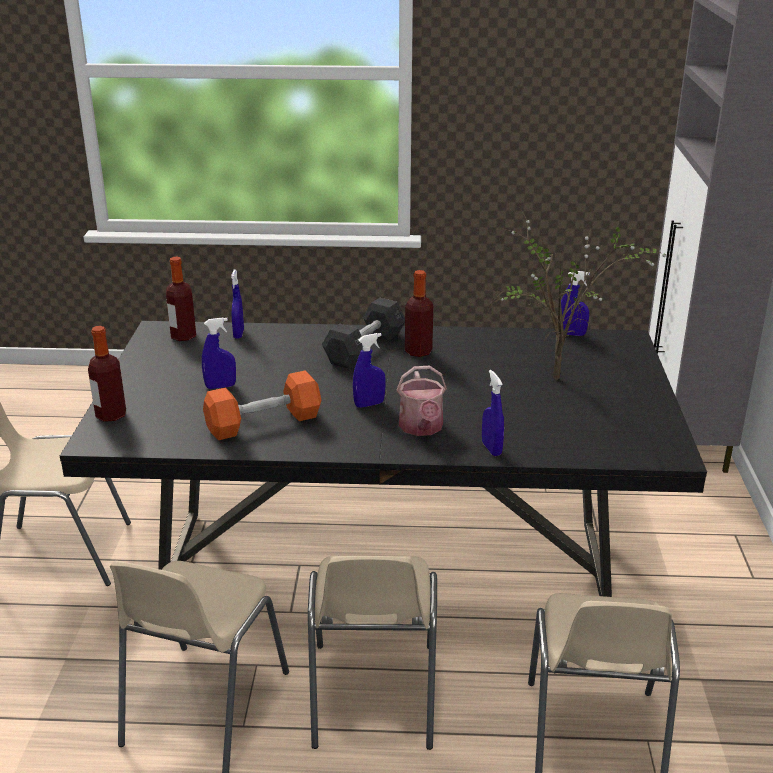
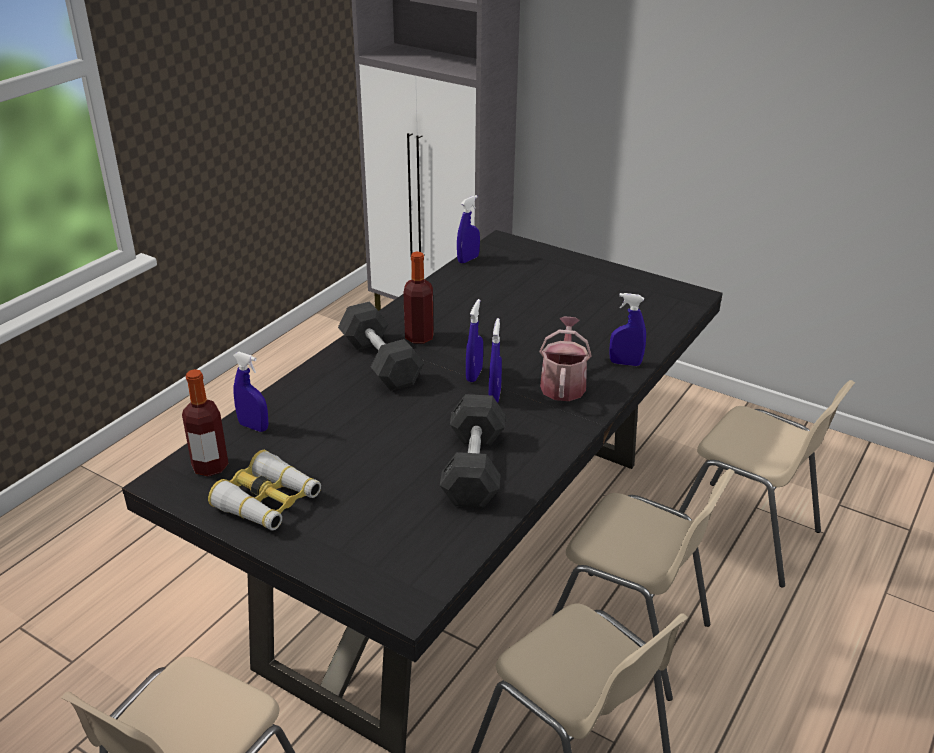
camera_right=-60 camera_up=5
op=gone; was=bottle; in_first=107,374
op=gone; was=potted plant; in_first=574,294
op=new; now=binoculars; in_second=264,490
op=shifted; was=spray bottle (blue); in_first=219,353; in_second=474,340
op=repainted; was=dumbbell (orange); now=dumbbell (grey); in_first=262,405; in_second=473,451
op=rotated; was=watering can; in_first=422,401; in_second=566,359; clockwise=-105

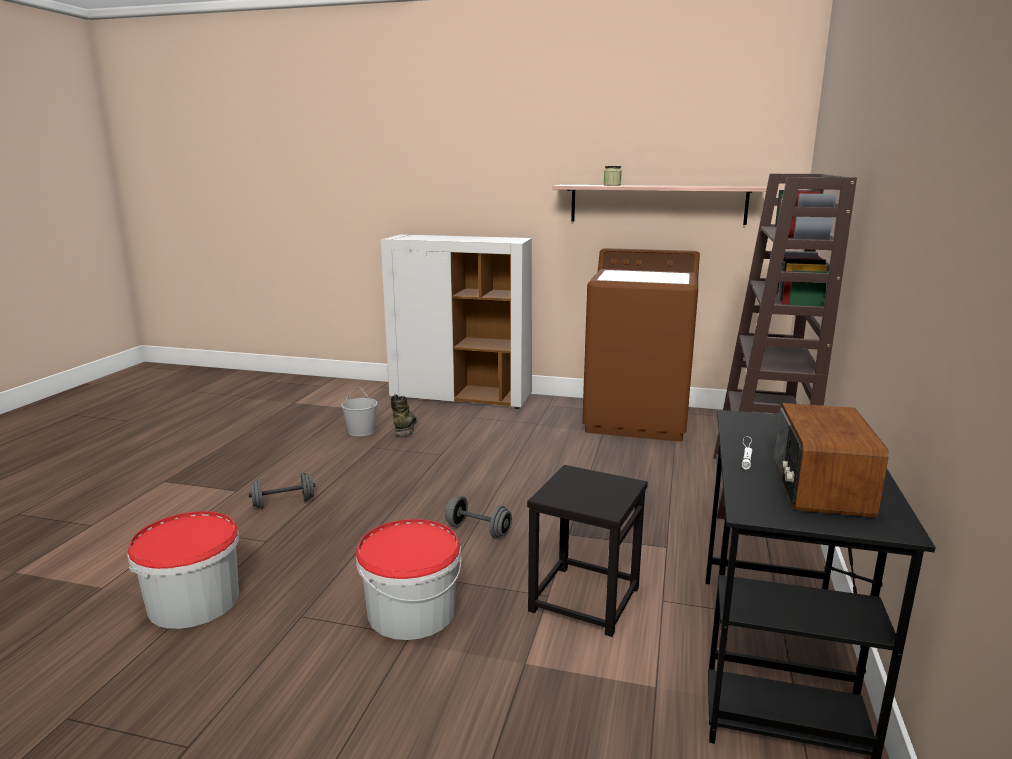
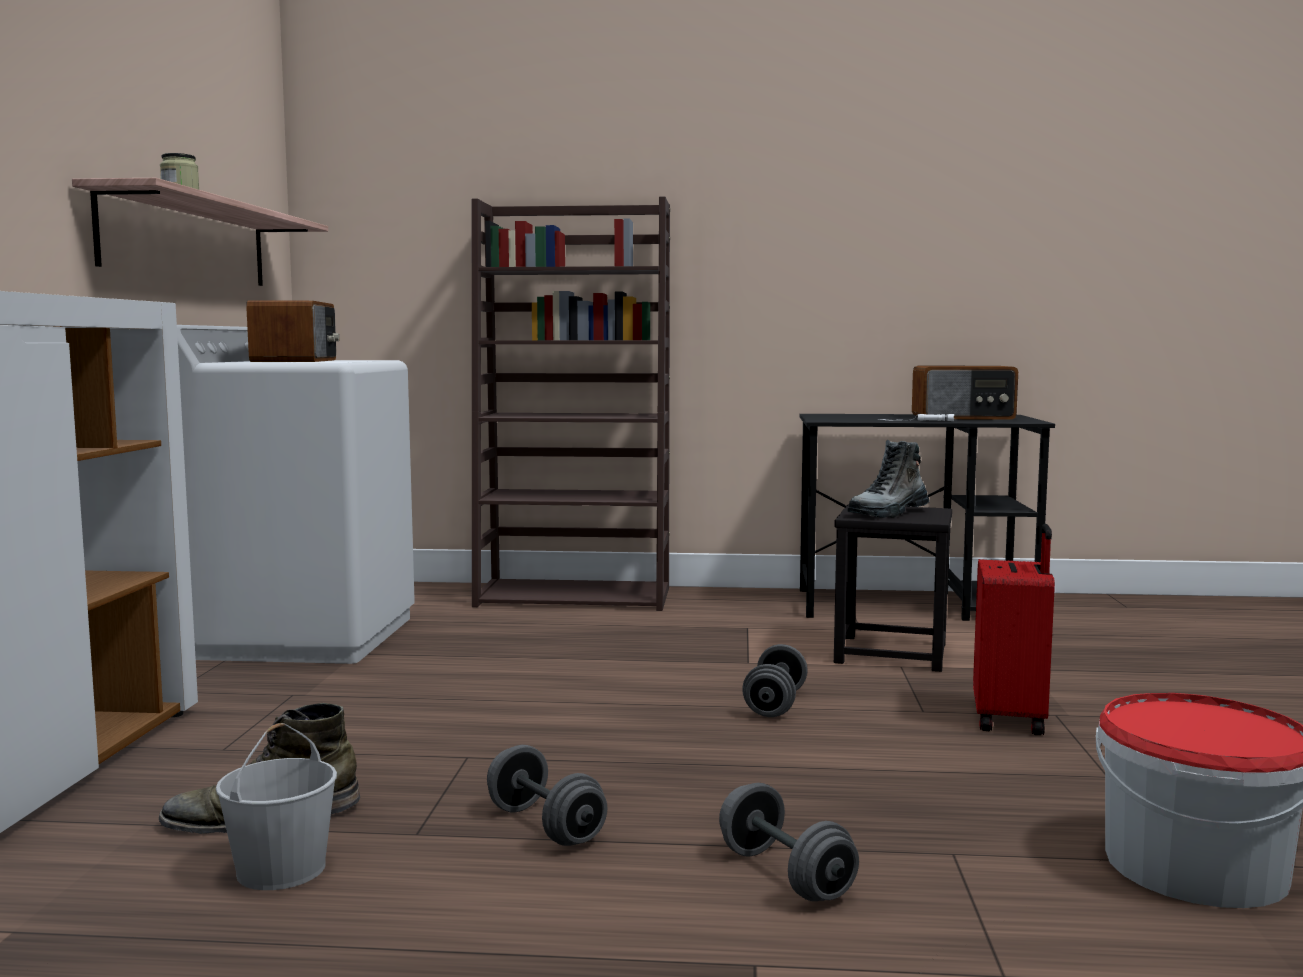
camera_right=-100 camera_up=-10
op=new; now=radio; in_second=293,331
op=new; now=dumbbell (grey); in_second=547,795
op=new; now=boot; in_second=888,479
op=swapped; was=bucket; now=suitcase (red); in_first=408,579; in_second=1014,629
op=repainted; was=washing machine (brown); now=washing machine (white); in_first=641,345; in_second=296,494

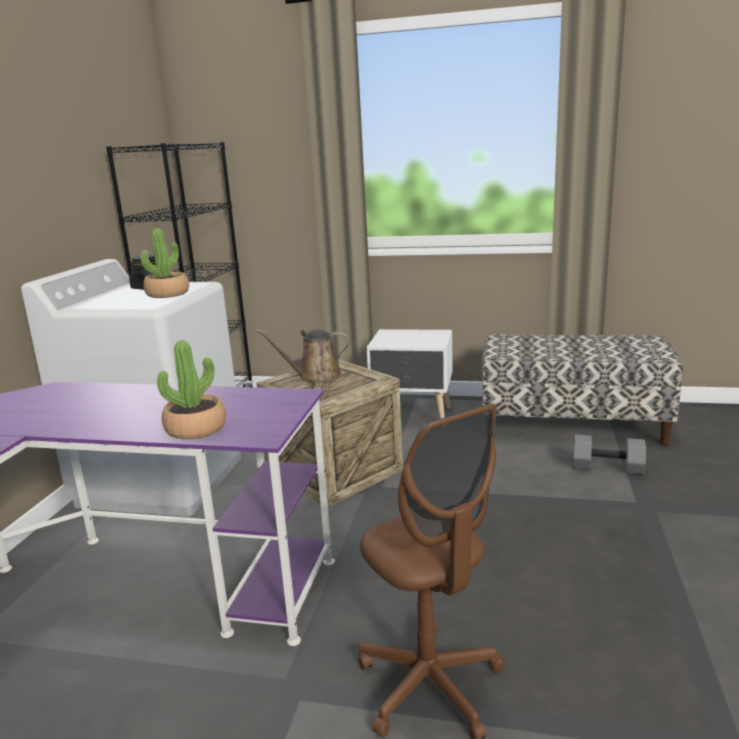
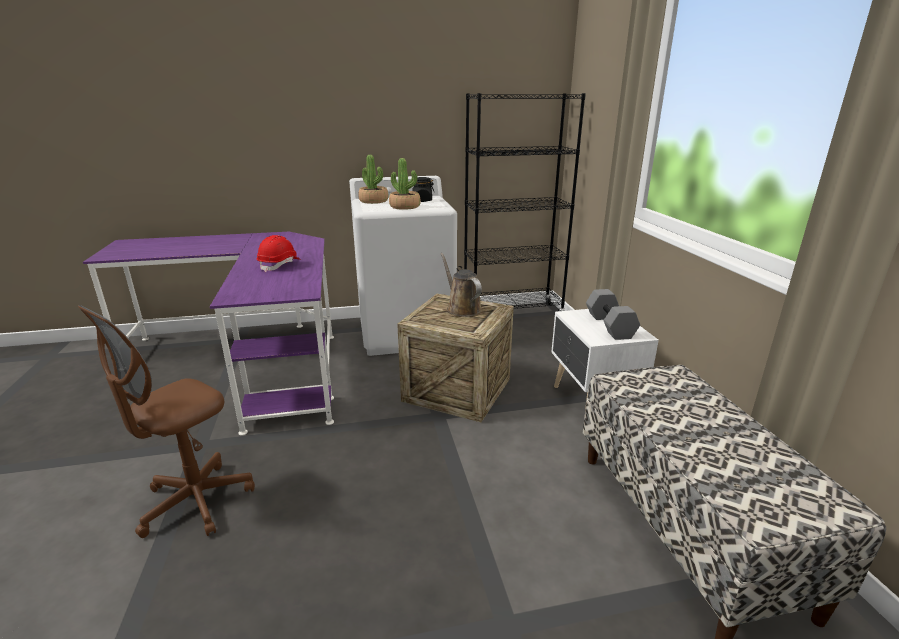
camera_right=65 camera_up=5
op=new; now=hard hat (red); in_second=279,253
op=shifted; was=potted plant; in_first=191,389; in_second=373,179
op=shifted; was=dumbbell (grey); in_first=609,454; in_second=613,314

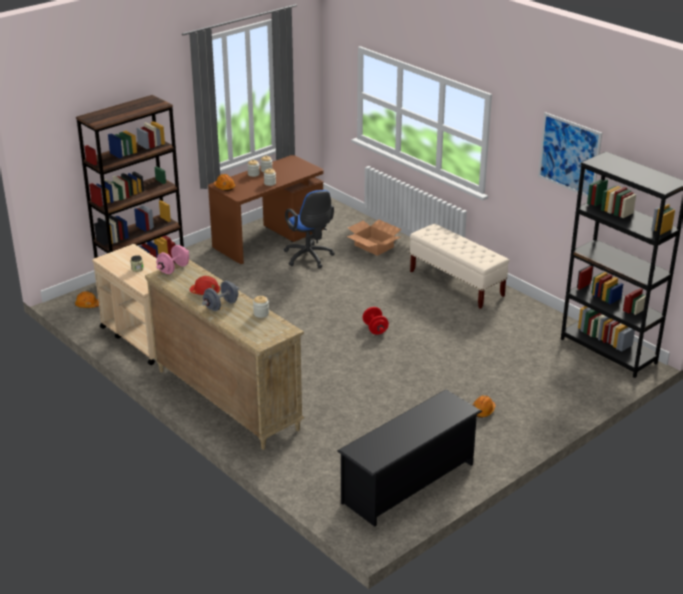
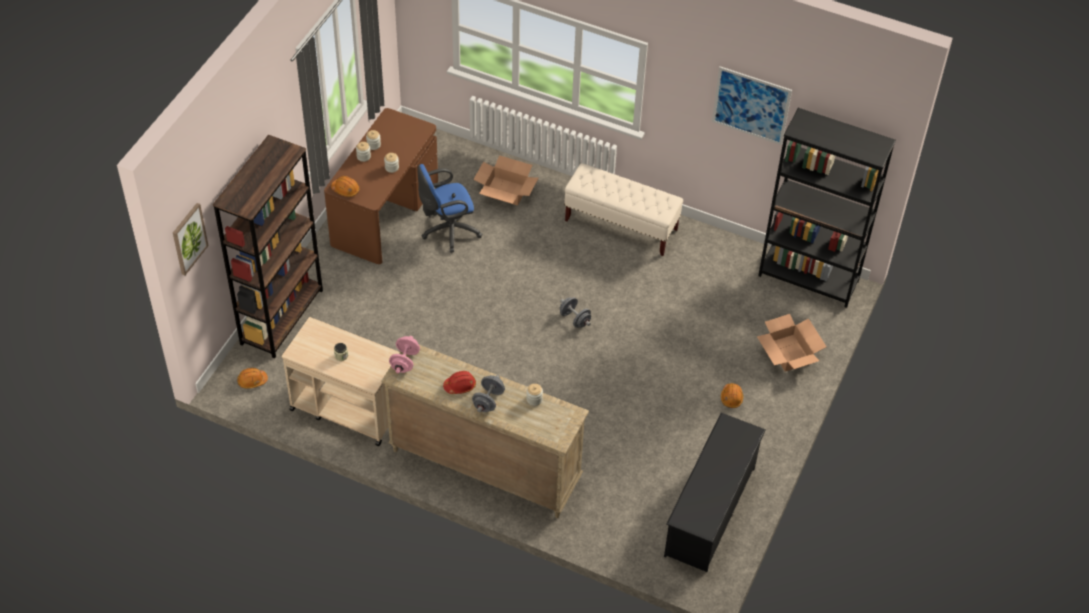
camera_right=-25 camera_up=20
op=new; now=picture; in_second=191,239
op=new; now=cardboard box; in_second=792,343
op=repainted; was=dumbbell (red); now=dumbbell (grey); in_first=376,321; in_second=575,312
op=rotated; was=office chair (blue); in_first=309,229; in_second=449,208; clockwise=120

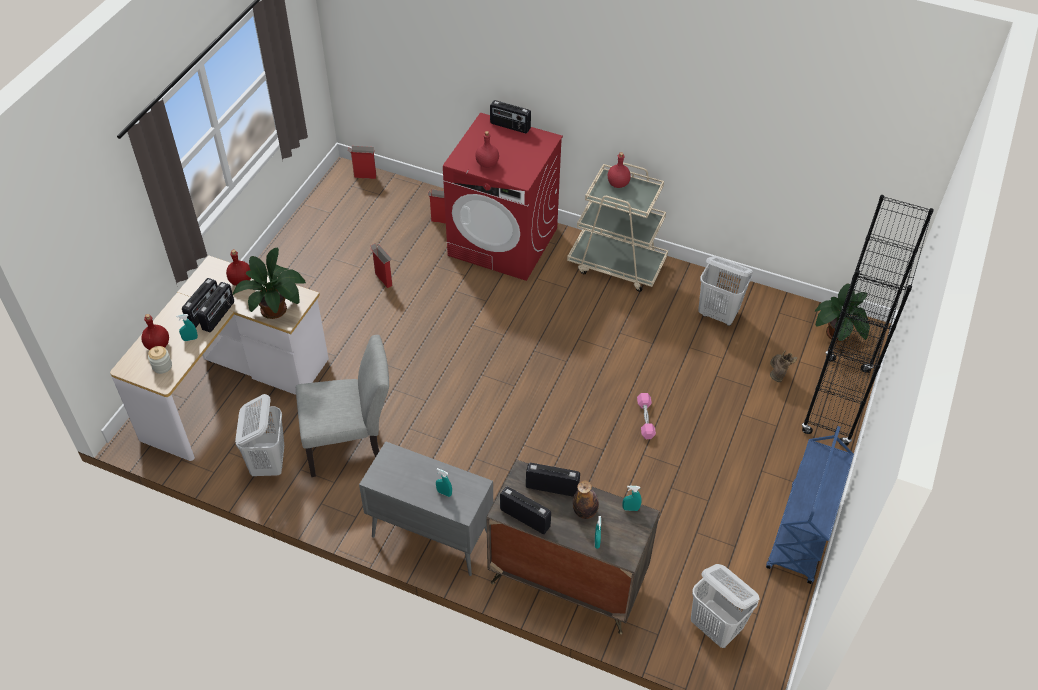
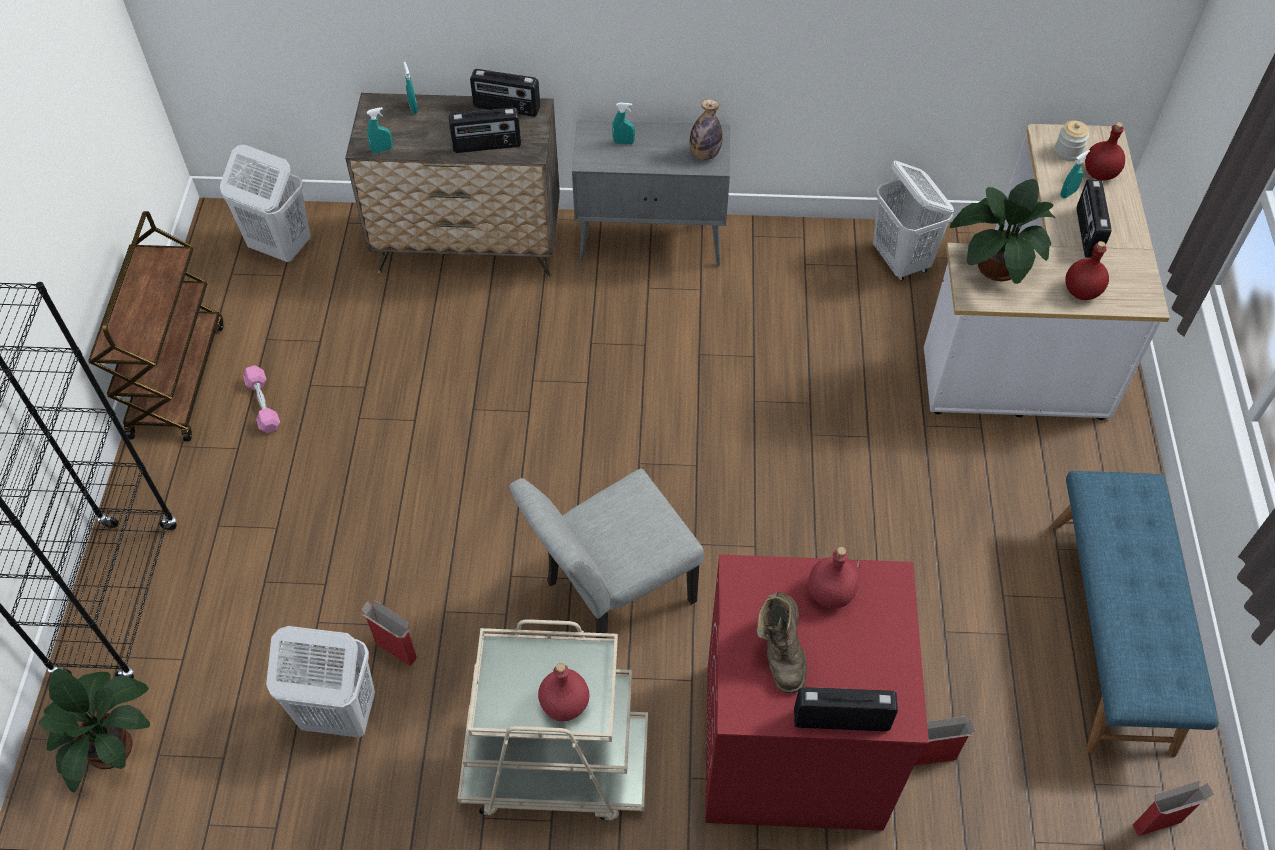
camera_right=160 camera_up=5
op=gone; was=radio; in_first=215,307
op=new; now=bench (blue); in_second=1135,614
op=shifted; was=chair (grey); in_first=342,406; in_second=606,553
op=shifted; was=cardboard box; in_first=381,266; in_second=389,633
op=shifted; was=bottle; in_first=586,499; in_second=706,129
op=shifted; was=dumbbell (pink); in_first=646,416; in_second=261,399
op=shifted; was=boot (brown); in_first=783,366; in_second=782,642
op=repainted; was=cart (blue); now=cart (brown); in_first=810,505; in_second=155,326

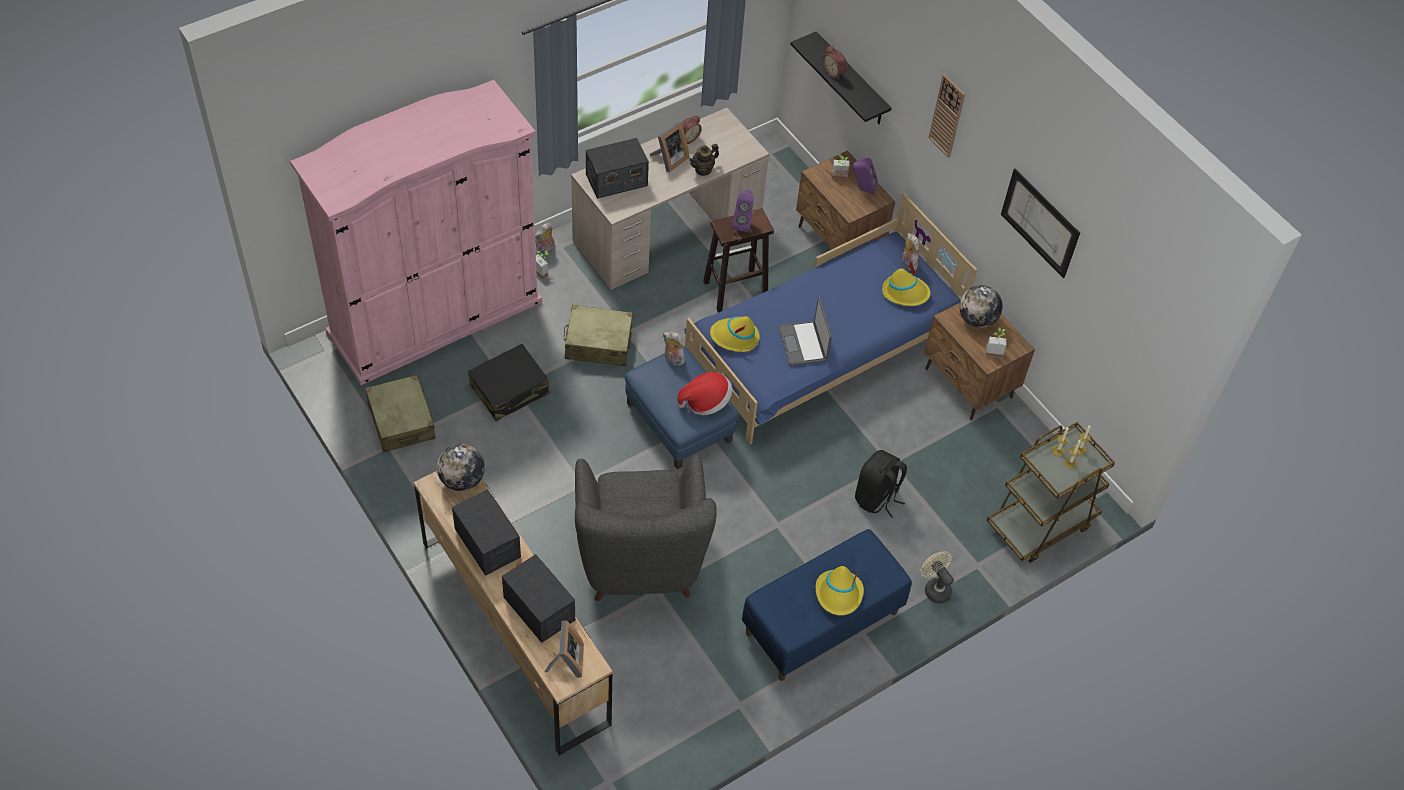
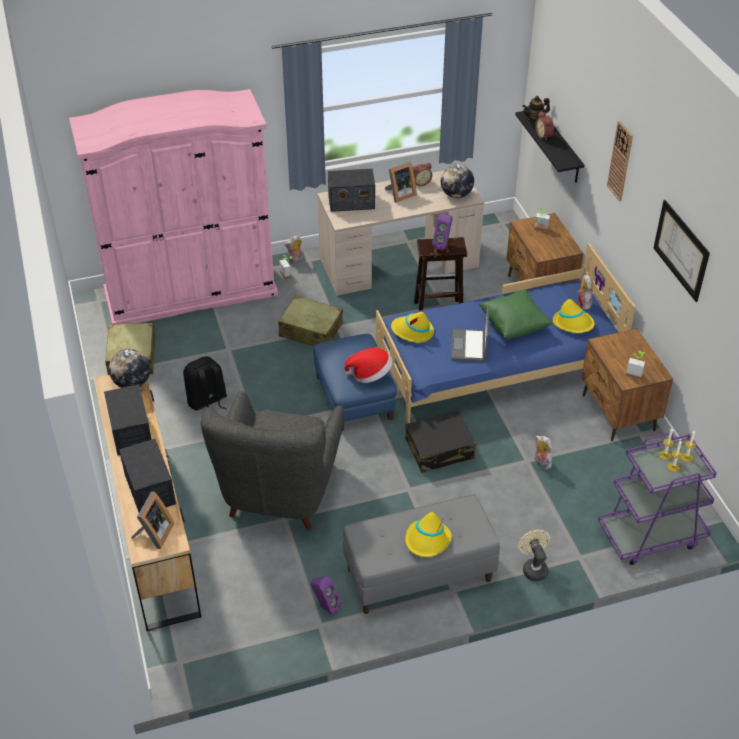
camera_right=20 camera_up=-10
op=new; now=pillow (green); in_second=515,314
op=shifted; was=suitcase (black); in_first=509,382; in_second=440,441
op=shifted; was=plush toy; in_first=674,349; in_second=544,452
op=shifted; was=teapot; in_first=704,160; in_second=536,110
op=shifted; was=speaker (purple); in_first=865,176; in_second=326,596
op=shifted; was=backpack (black); in_first=881,484; in_second=205,383
op=shifted; was=globe; in_first=981,306; in_second=457,181
op=repainted; was=bench (blue); now=bench (grey); in_first=827,605; in_second=421,554
op=repainted; was=cart (brown); now=cart (purple); in_first=1051,492; in_second=657,498

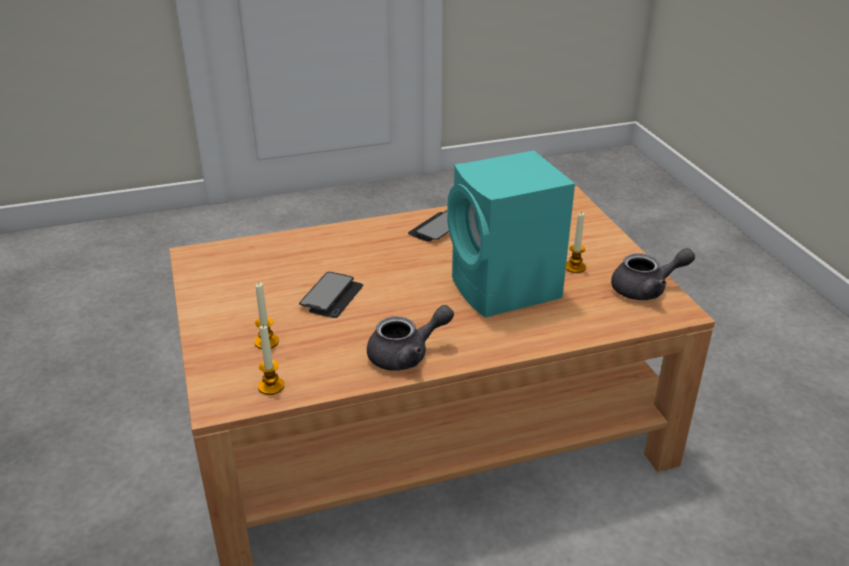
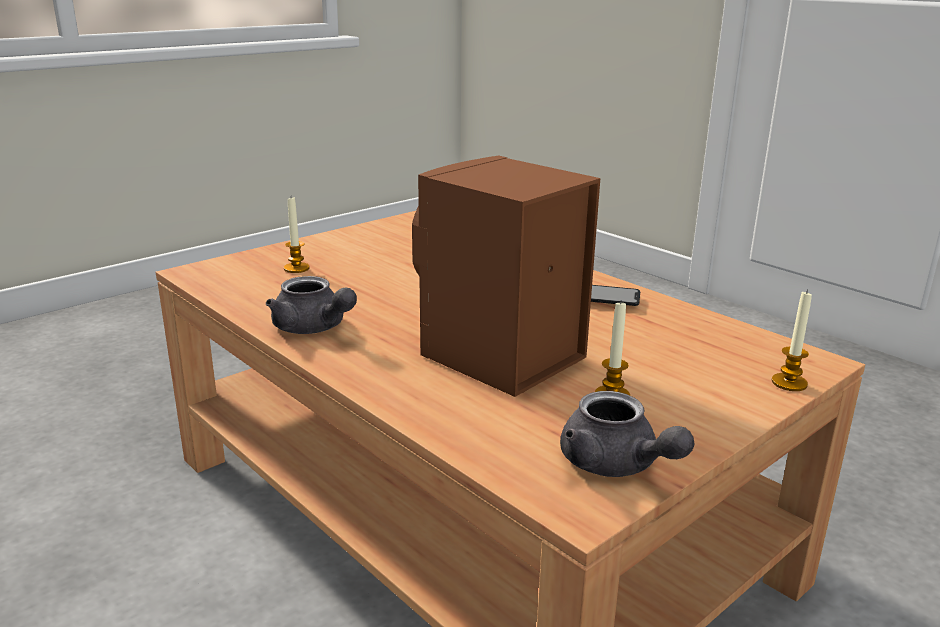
camera_right=65 camera_up=-10
op=gone; was=phone; in_first=331,295
op=shifted; was=candle; in_first=271,360; in_second=792,340
op=repainted; was=speaker (turquoise); now=speaker (brown); in_first=511,234; in_second=506,276

